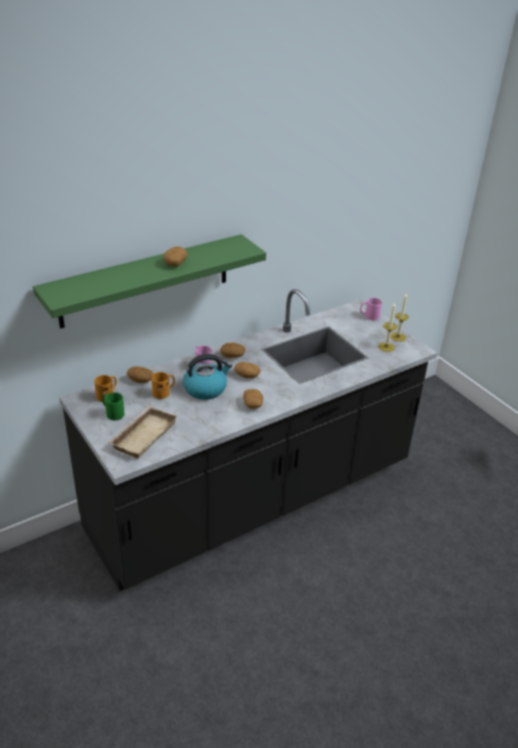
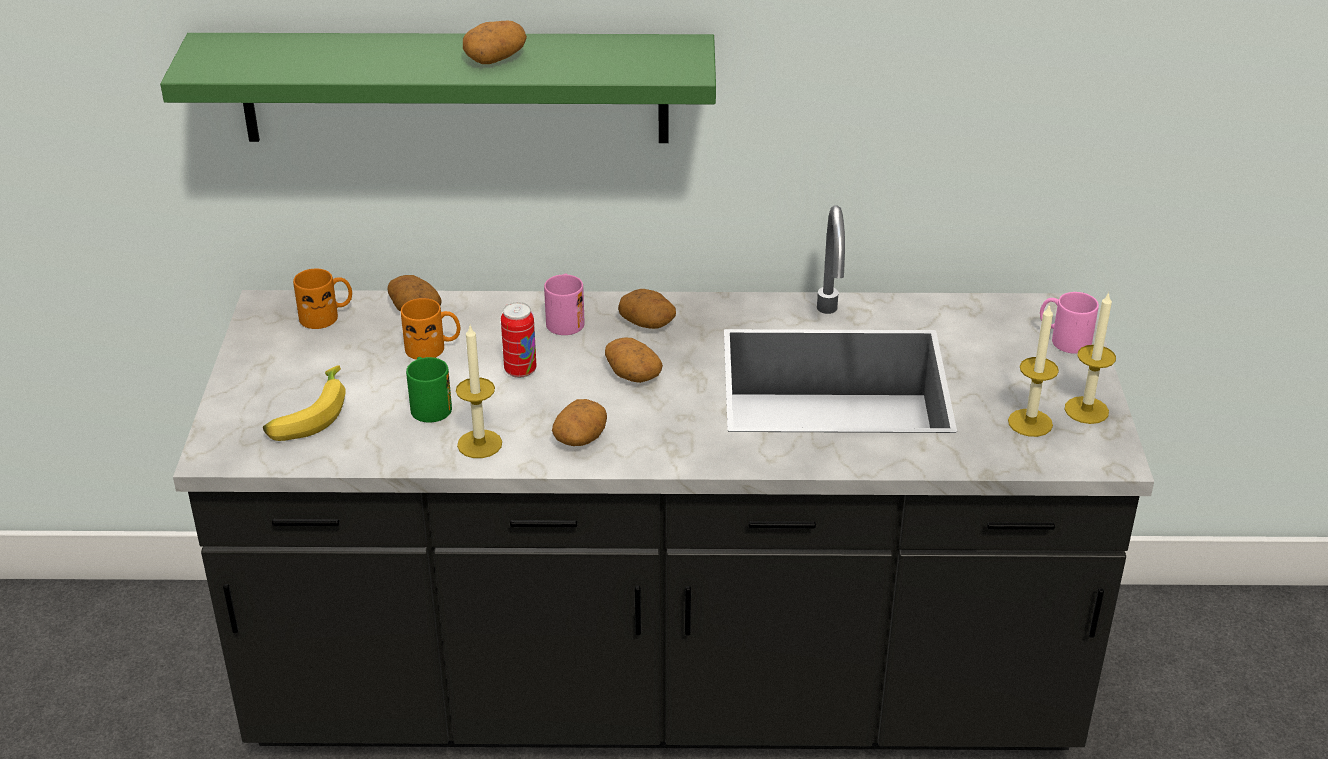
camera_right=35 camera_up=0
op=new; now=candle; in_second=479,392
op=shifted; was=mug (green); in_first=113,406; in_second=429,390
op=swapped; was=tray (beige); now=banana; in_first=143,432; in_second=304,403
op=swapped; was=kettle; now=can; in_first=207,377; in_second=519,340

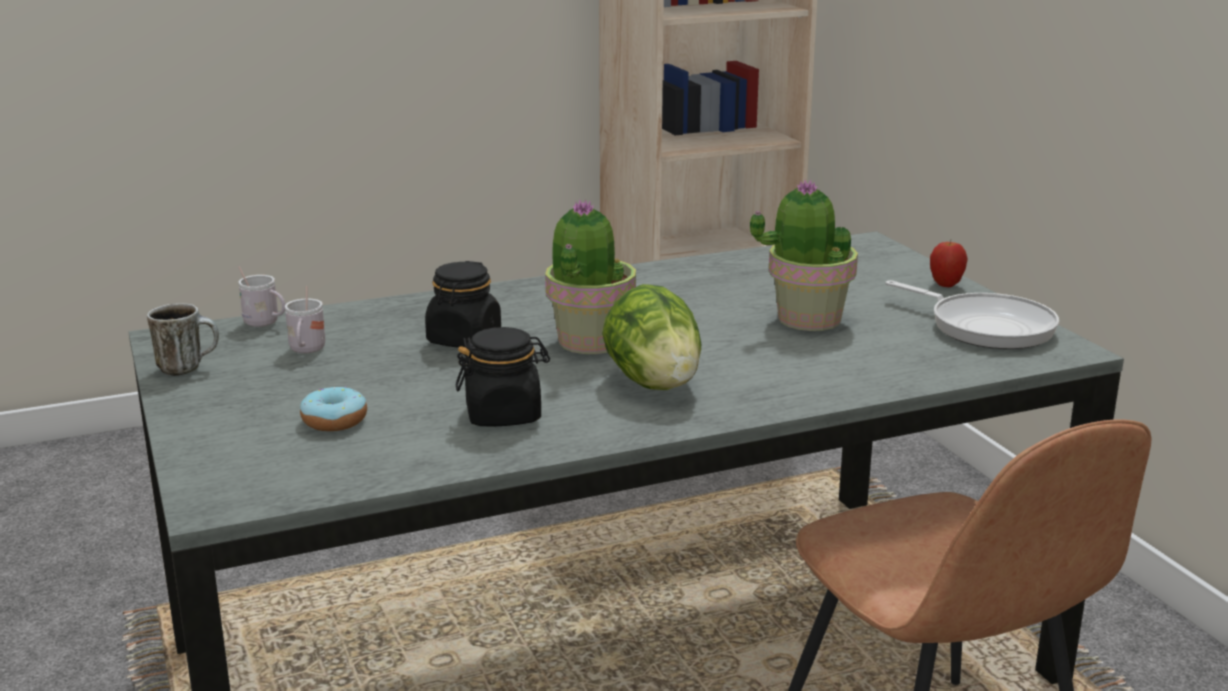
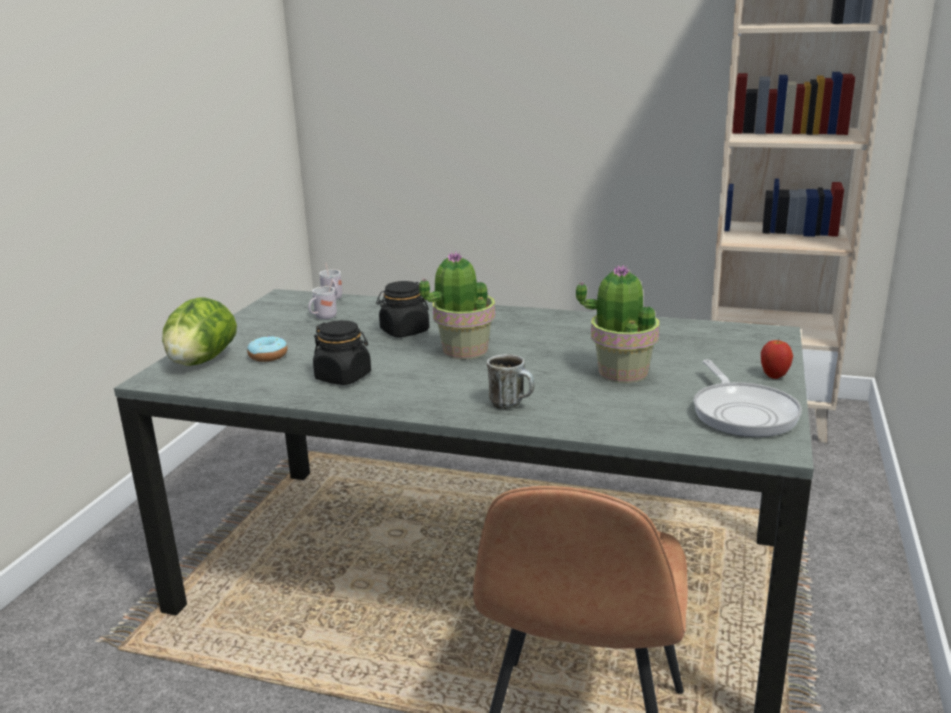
camera_right=40 camera_up=0
op=shifted; was=mug; in_first=183,339; in_second=511,381
op=shifted; was=lettuce; in_first=651,337; in_second=199,331

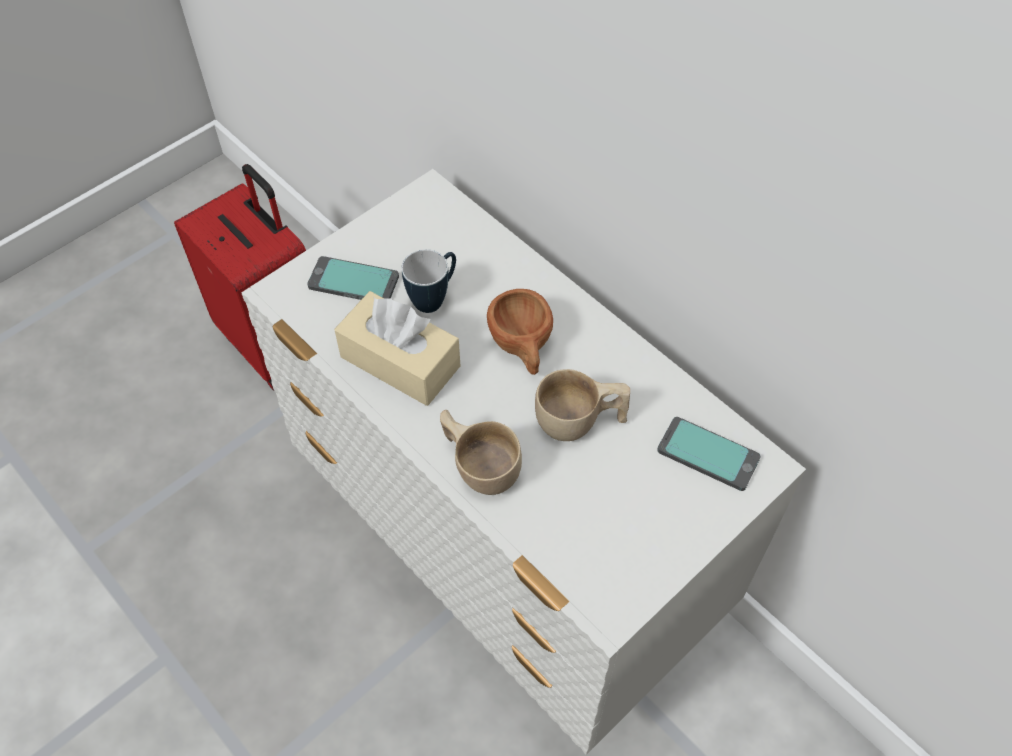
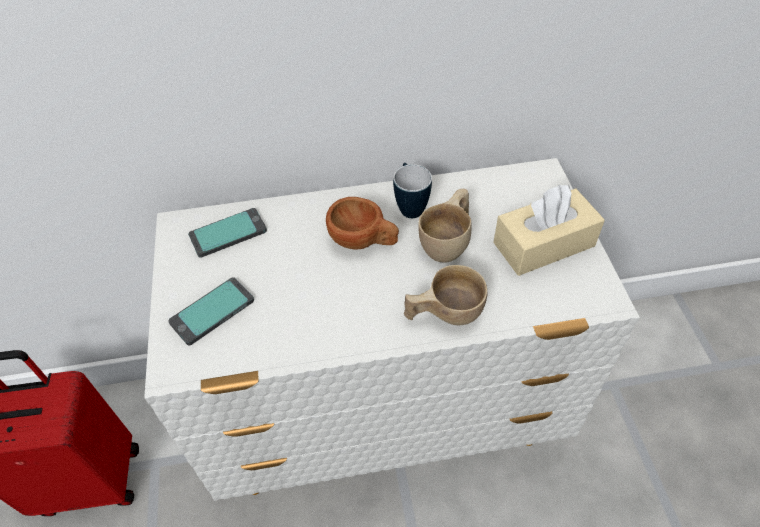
camera_right=-55 camera_up=-5
op=shifted; was=tissue box (beige); in_first=397,348; in_second=549,230
op=shifted; was=mug; in_first=429,281; in_second=412,190
op=shifted; was=phone; in_first=709,454; in_second=227,233

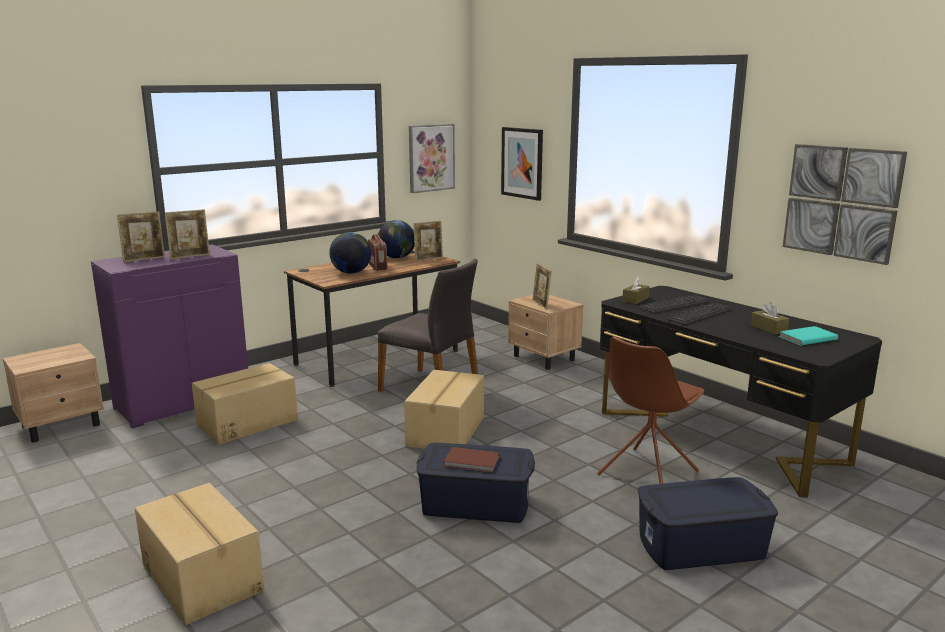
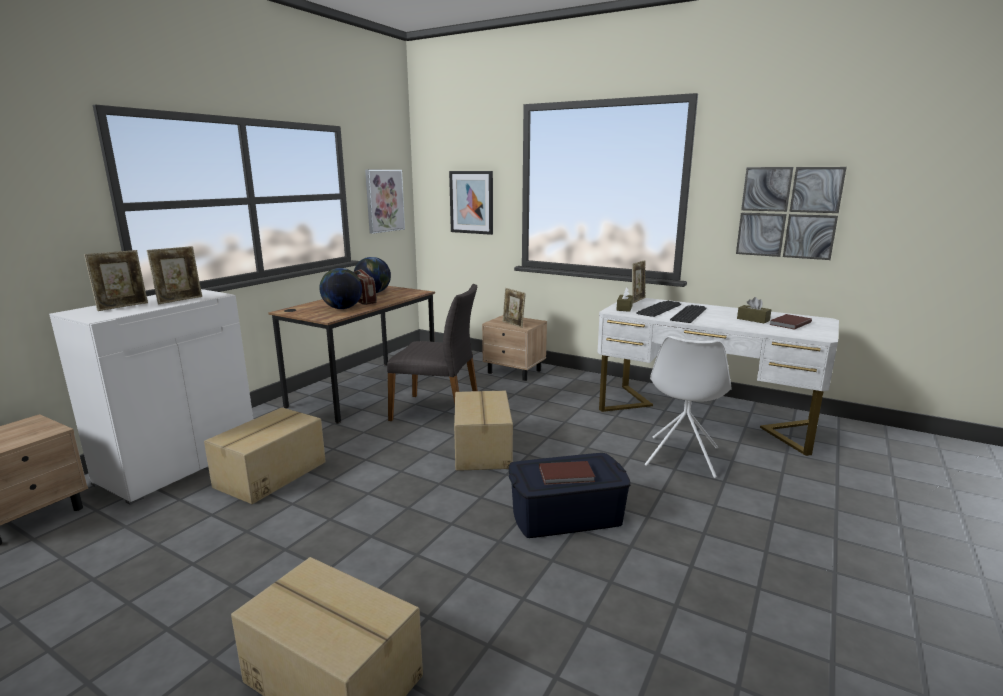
camera_right=-20 camera_up=0
op=gone; was=storage box (blue); in_first=708,523
op=shifted; was=picture frame; in_first=428,241; in_second=639,281
op=repainted; was=cabinet (purple); now=cabinet (white); in_first=169,336; in_second=151,397
op=repainted; was=chair (brown); now=chair (white); in_first=650,410; in_second=688,407
op=repainted; was=desk (black); now=desk (white); in_first=741,392; in_second=718,377
op=repainted; was=book (turquoise); now=book (brown); in_first=808,336; in_second=790,322

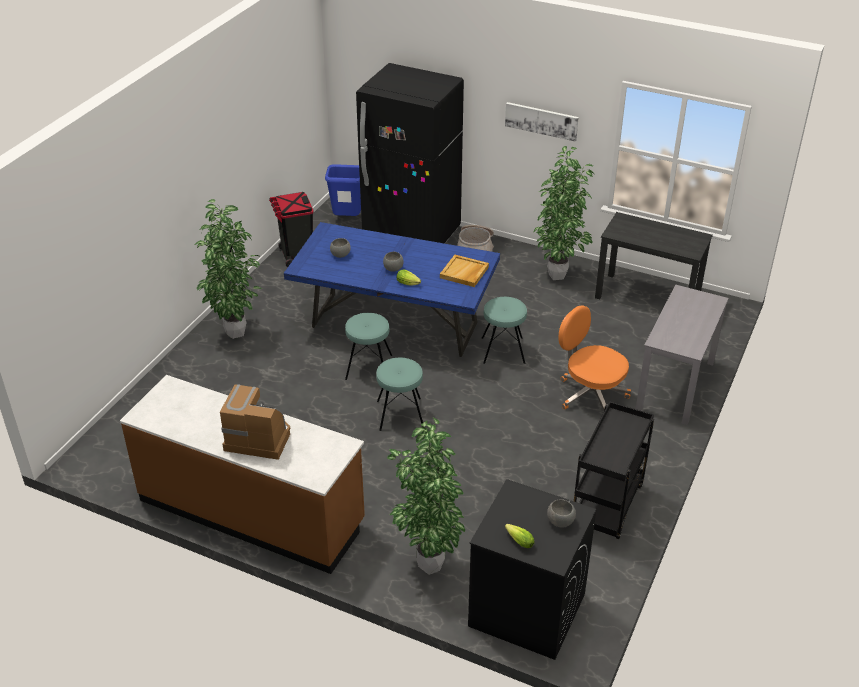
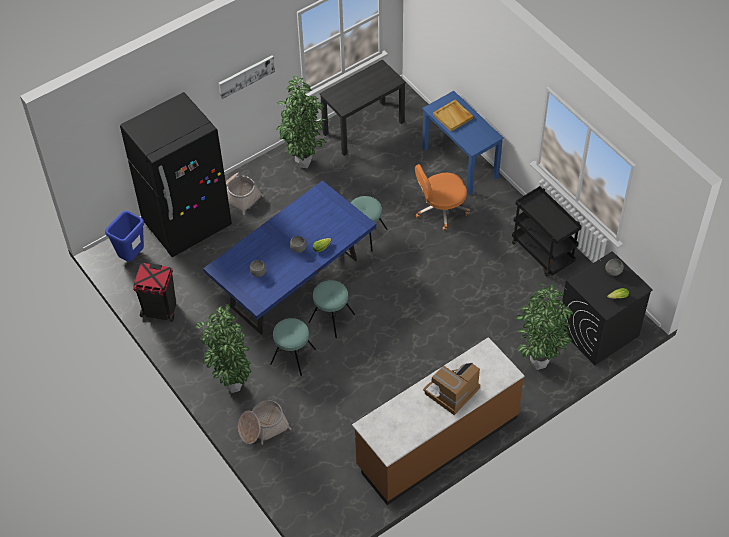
camera_right=-60 camera_up=15
op=new; now=basket; in_second=265,422
op=shifted; was=stool (turquoise); in_first=400,394; in_second=293,347
op=shifted; was=tray (beige); in_first=464,271; in_second=453,115
op=repainted; was=desk (grey); now=desk (blue); in_first=682,354; in_second=463,143

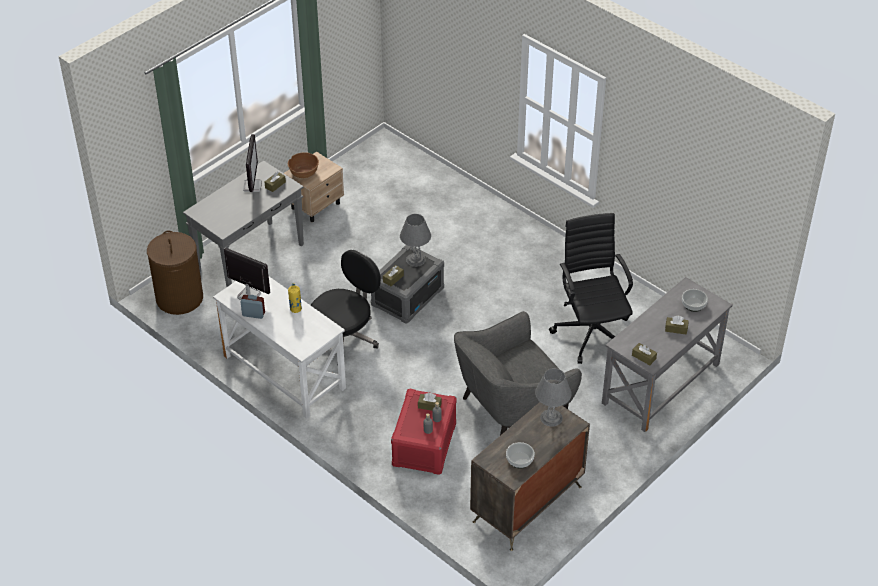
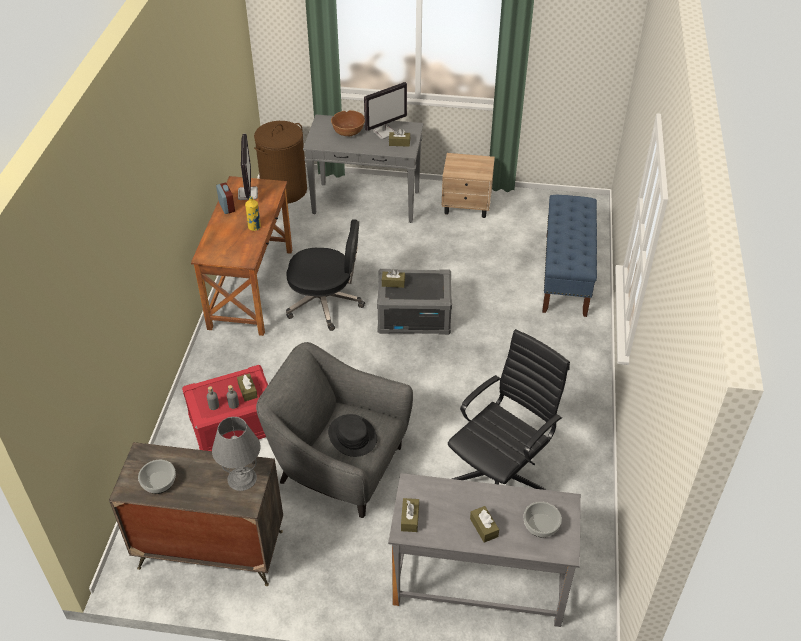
camera_right=55 camera_up=0
op=gone; was=table lamp (grey); in_first=415,240
op=new; now=hat (black); in_second=352,435
op=new; now=bench (blue); in_second=569,256
op=shifted; was=bowl (brown); in_first=303,165; in_second=348,123
op=repainted; was=desk (white); now=desk (brown); in_first=279,348; in_second=241,256

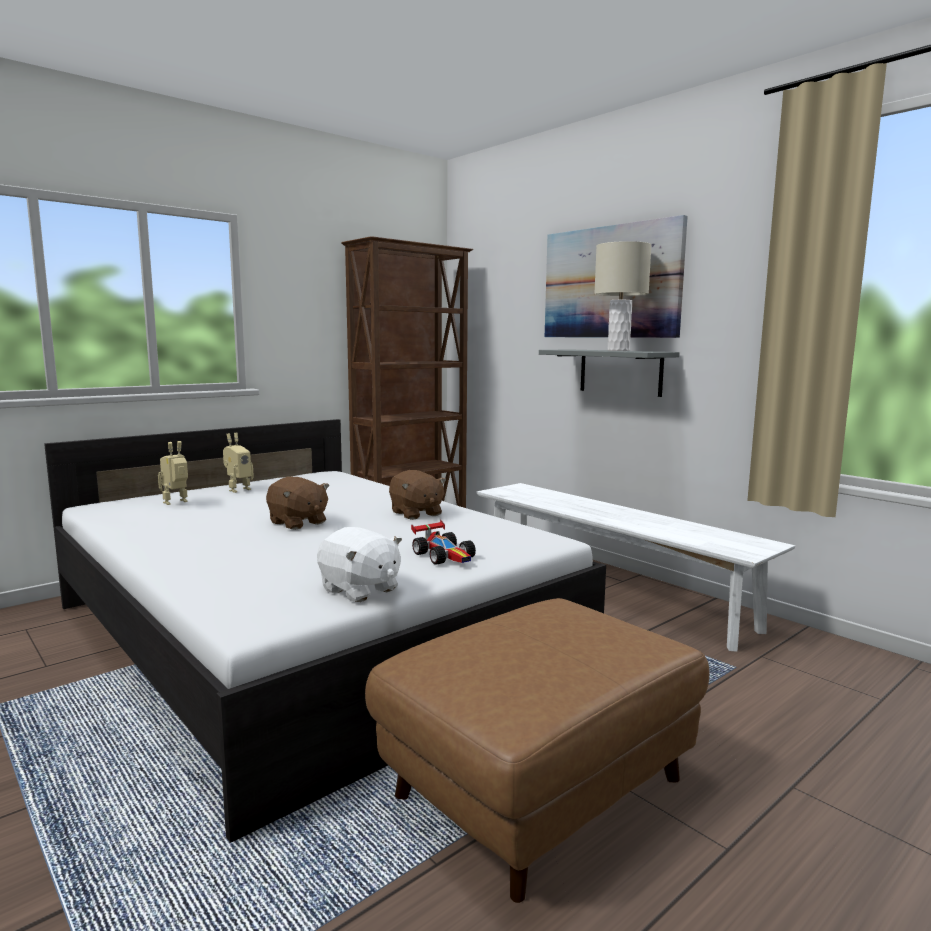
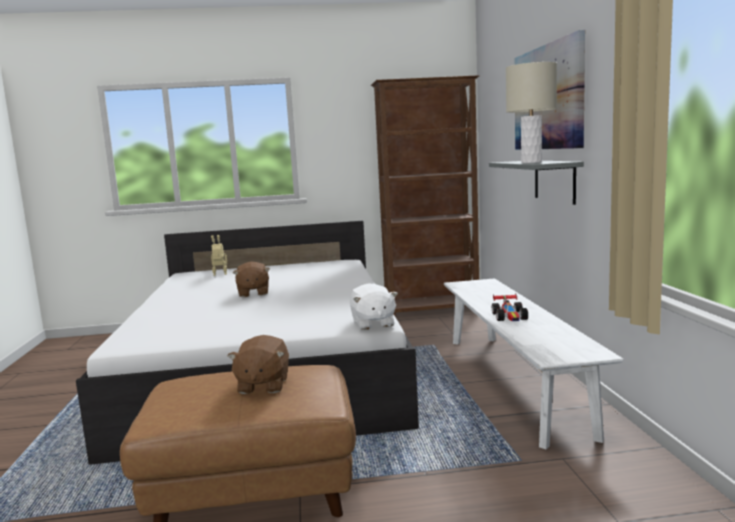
camera_right=35 camera_up=0
op=gone; was=toy robot; in_first=238,463
op=shifted; was=plush toy (white); in_first=359,564; in_second=374,307
op=shifted; was=plush toy (brown); in_first=417,495; in_second=258,364
op=shifted; was=toy car; in_first=443,542; in_second=510,307

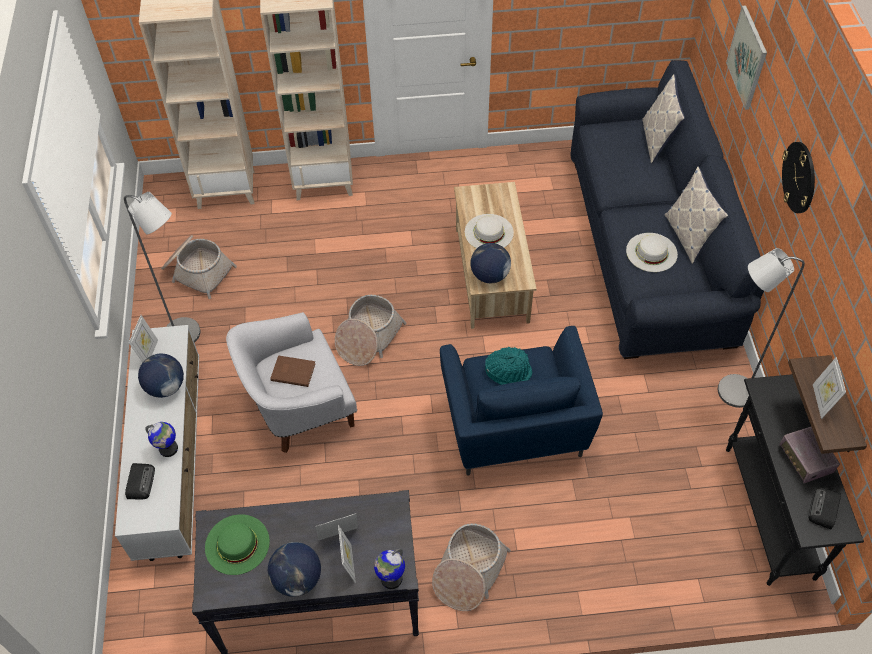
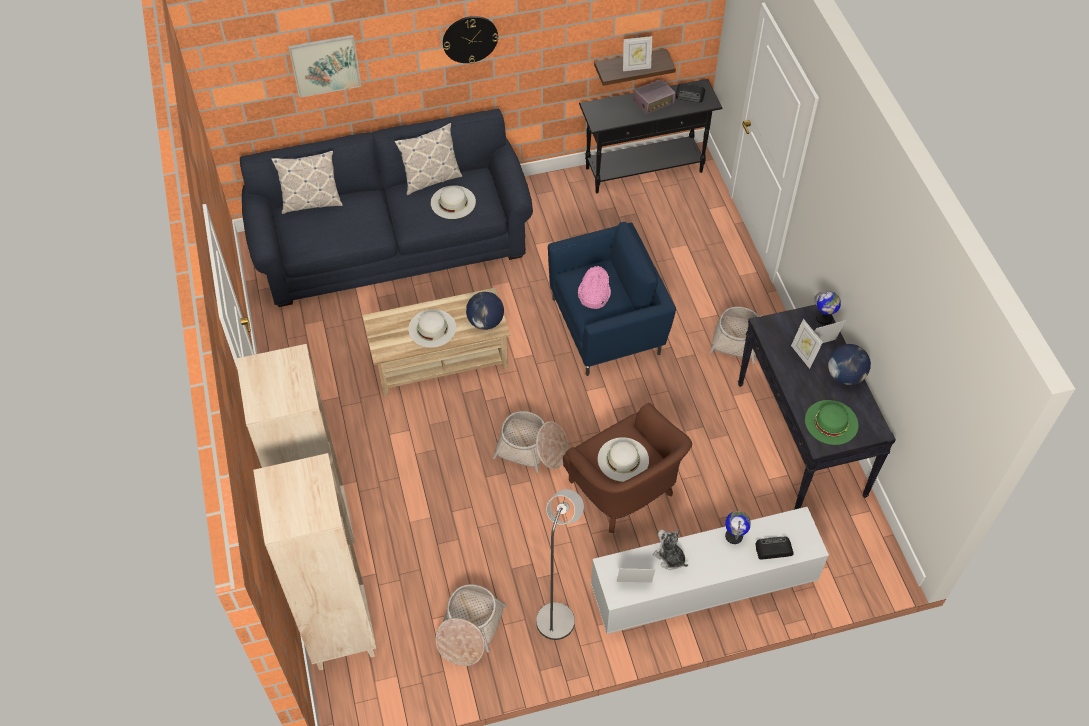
camera_right=-100 camera_up=0
op=gone; was=floor lamp (grey); in_first=761,328
op=swapped; was=globe; now=plush toy; in_first=161,376; in_second=670,549
op=swapped; was=book (brown); now=hat (white); in_first=293,371; in_second=623,459
op=repainted; was=armchair (white); now=armchair (brown); in_first=291,382; in_second=627,468
op=repainted; was=hat (turquoise); now=hat (pink); in_first=508,366; in_second=594,287

